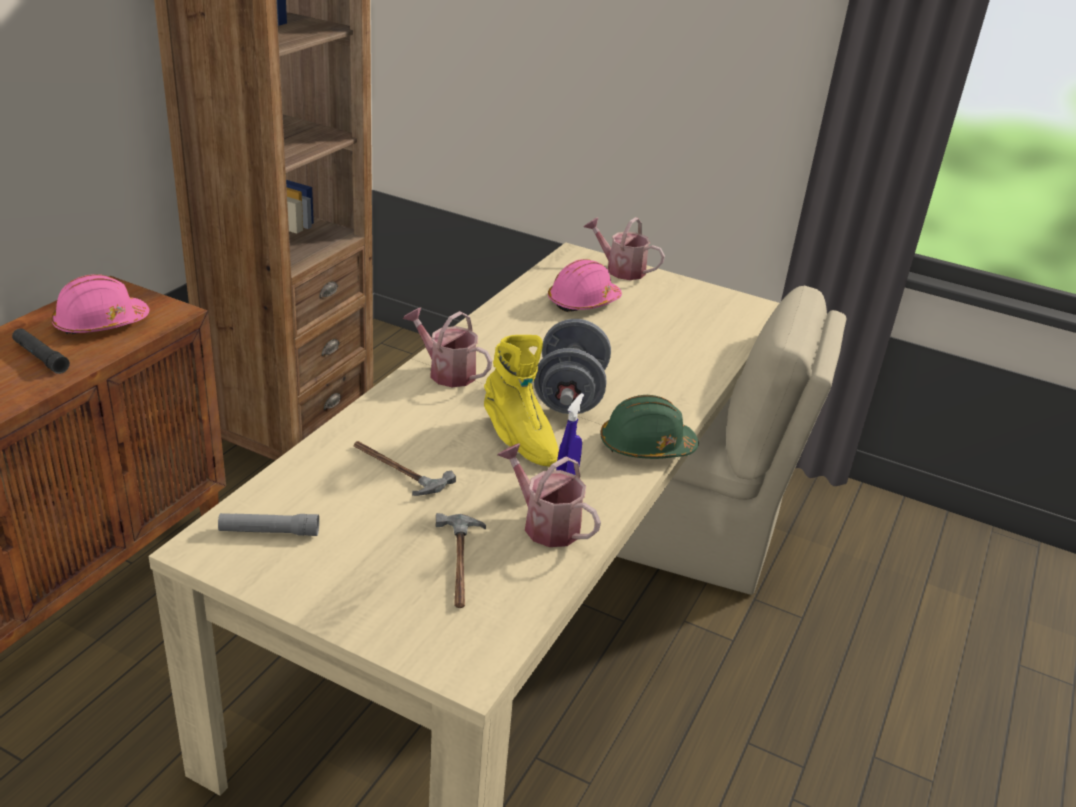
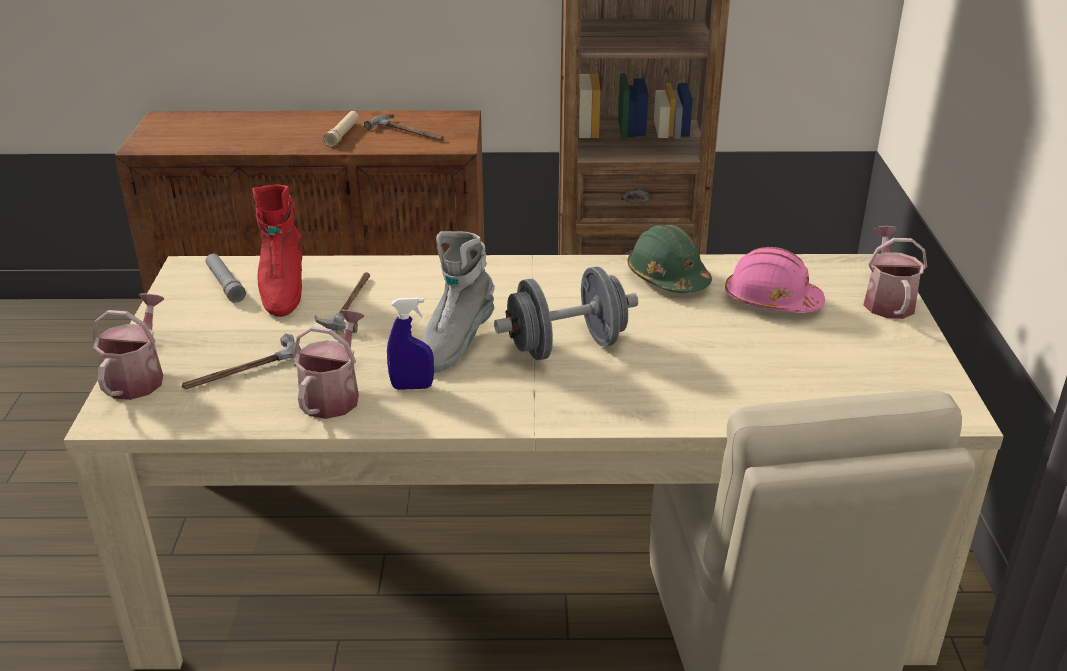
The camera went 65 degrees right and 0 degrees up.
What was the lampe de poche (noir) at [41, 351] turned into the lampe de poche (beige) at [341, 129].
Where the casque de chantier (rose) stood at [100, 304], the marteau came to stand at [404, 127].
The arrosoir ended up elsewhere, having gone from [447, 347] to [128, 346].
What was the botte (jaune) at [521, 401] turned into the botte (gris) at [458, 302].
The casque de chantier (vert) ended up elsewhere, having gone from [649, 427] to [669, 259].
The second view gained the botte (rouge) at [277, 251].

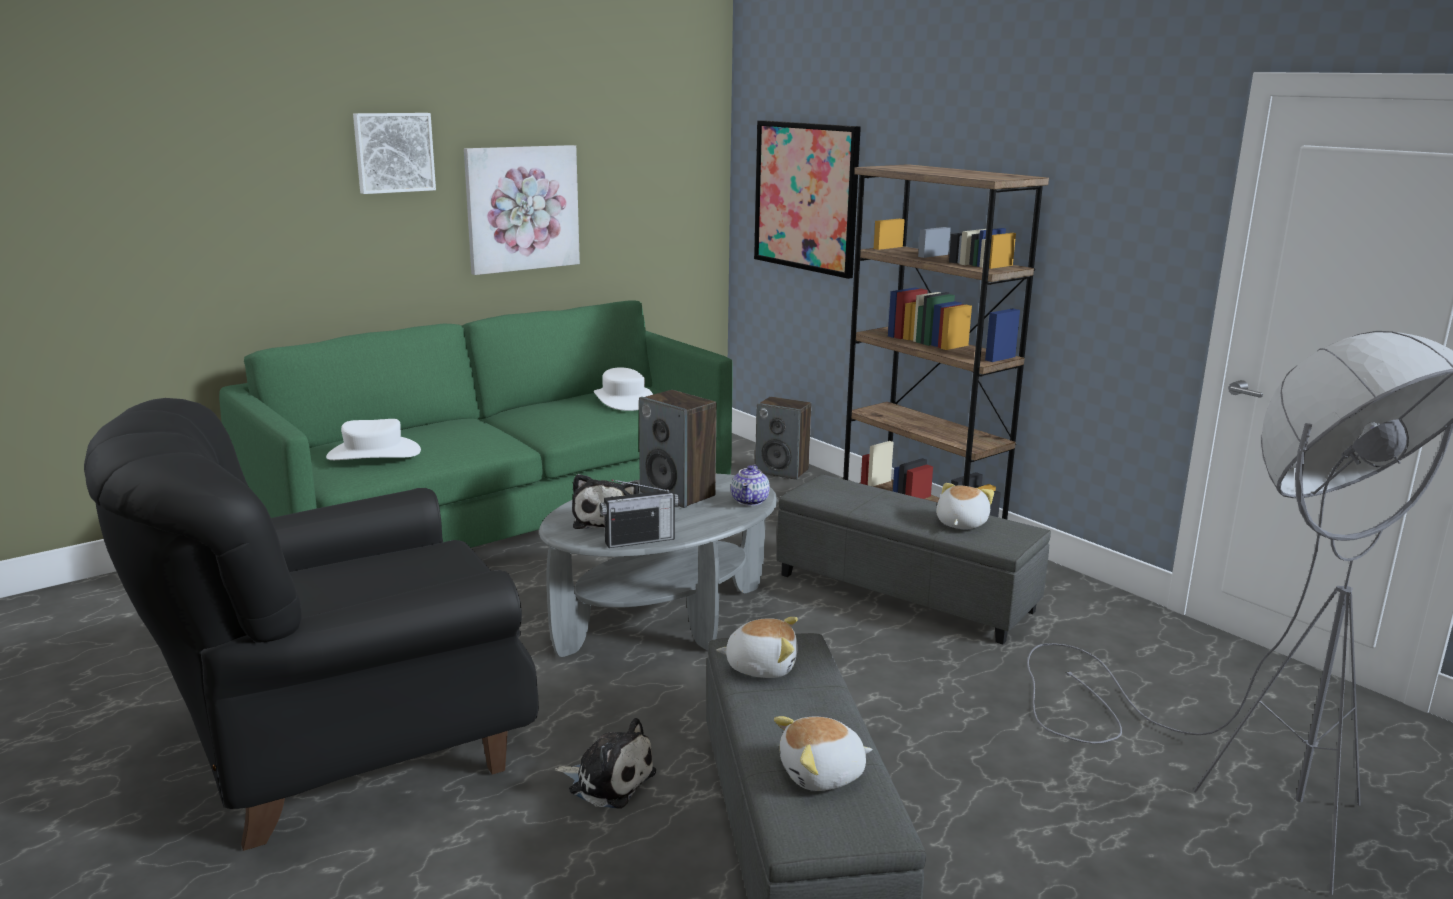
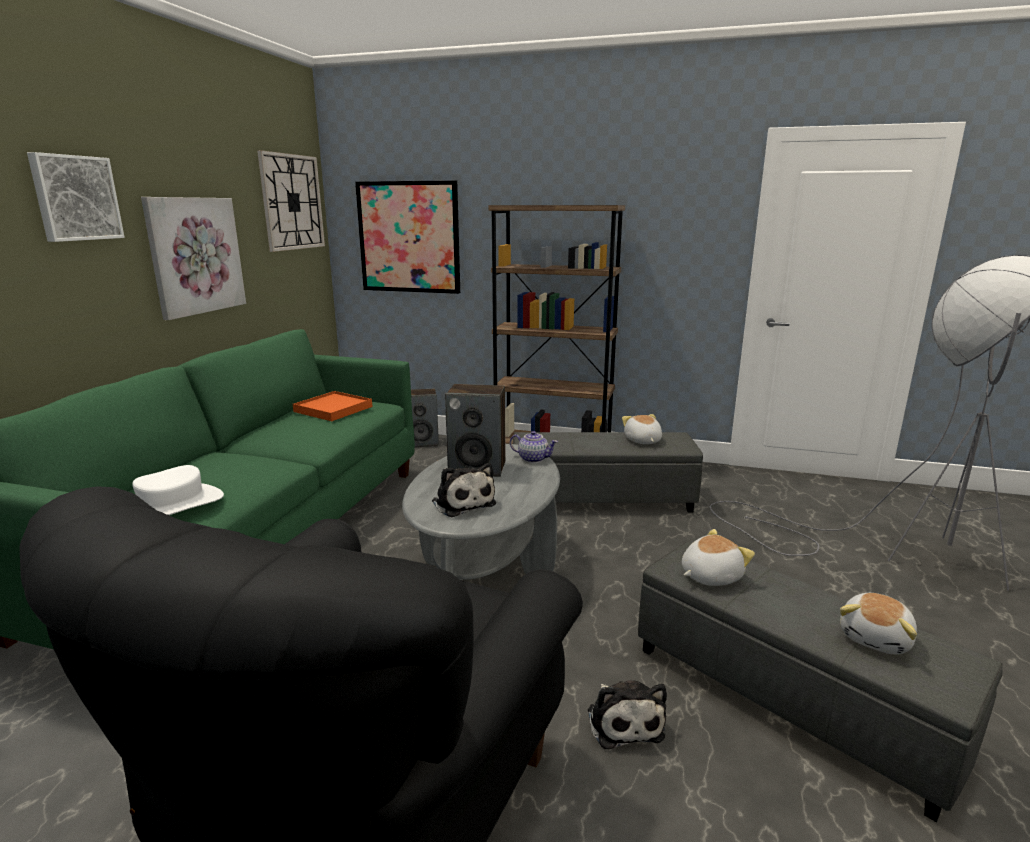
The camera went 35 degrees left and 0 degrees up.
The peluche at [605, 763] ended up facing another way, 90 degrees clockwise from before.
Where the chapeau (blanc) stood at [623, 389], the plateau (orange) came to stand at [332, 406].
The second view lost the radio at [639, 513].
The théière at [750, 485] ended up facing another way, 45 degrees counterclockwise from before.
The second view gained the horloge murale at [291, 201].

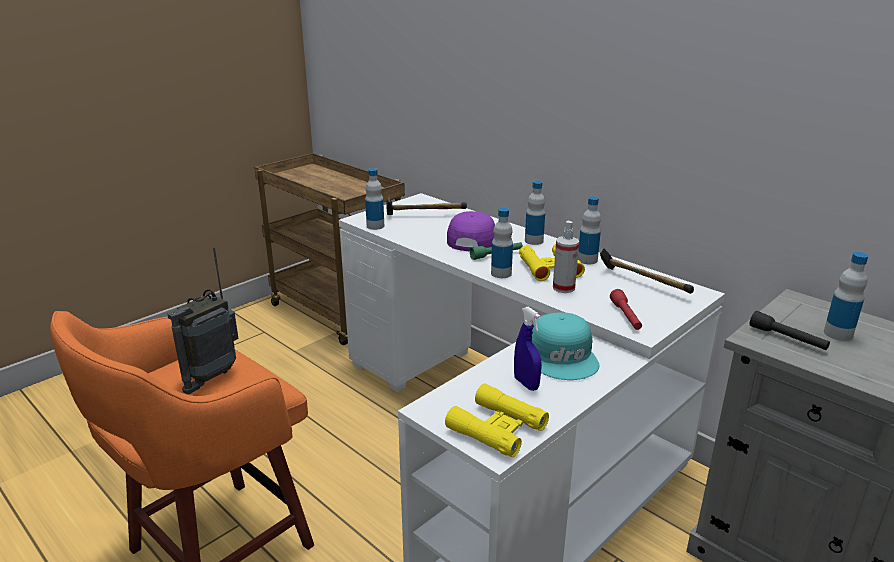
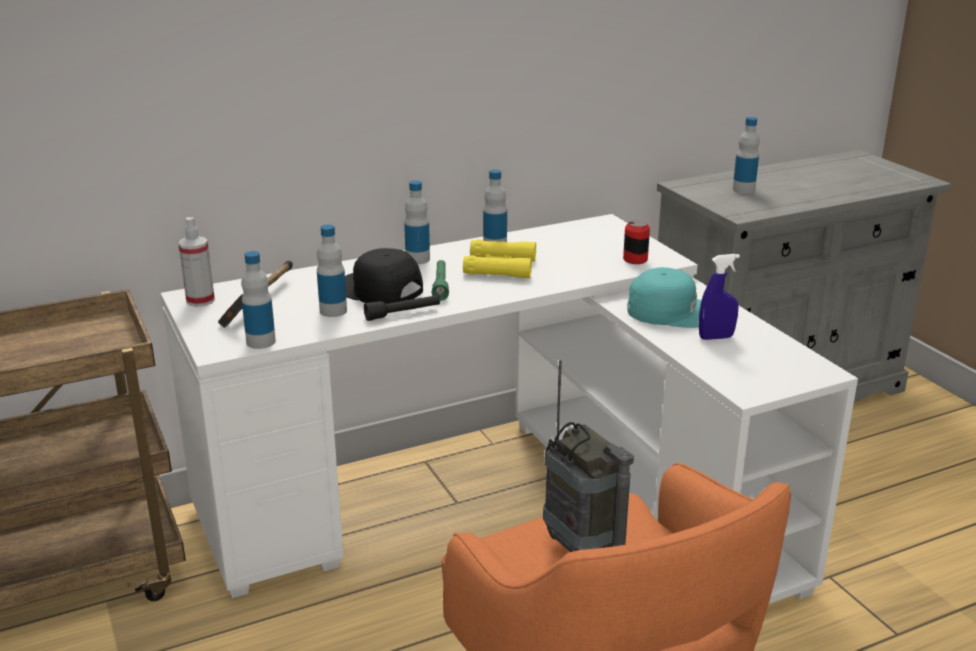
The camera went 70 degrees left and 0 degrees up.
The second view lost the jumelles (jaune) at [497, 420].
What was the casquette (violet) at [471, 231] turned into the casquette (noir) at [384, 276].
The bouteille ended up elsewhere, having gone from [502, 243] to [332, 270].
The vaporisateur ended up elsewhere, having gone from [566, 257] to [196, 262].
The second view lost the marteau at [647, 271].
Where the lampe de poche (rouge) stood at [626, 309], the boîte métallique came to stand at [636, 242].
The lampe de poche (noir) ended up elsewhere, having gone from [790, 330] to [402, 308].

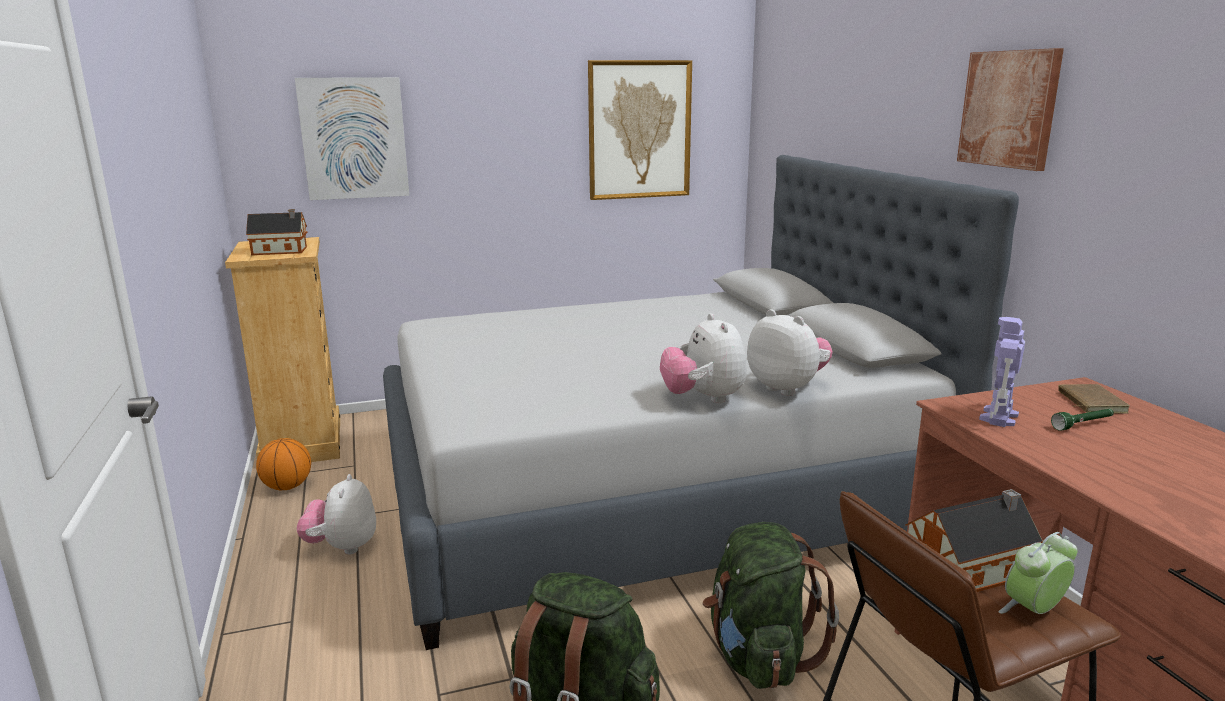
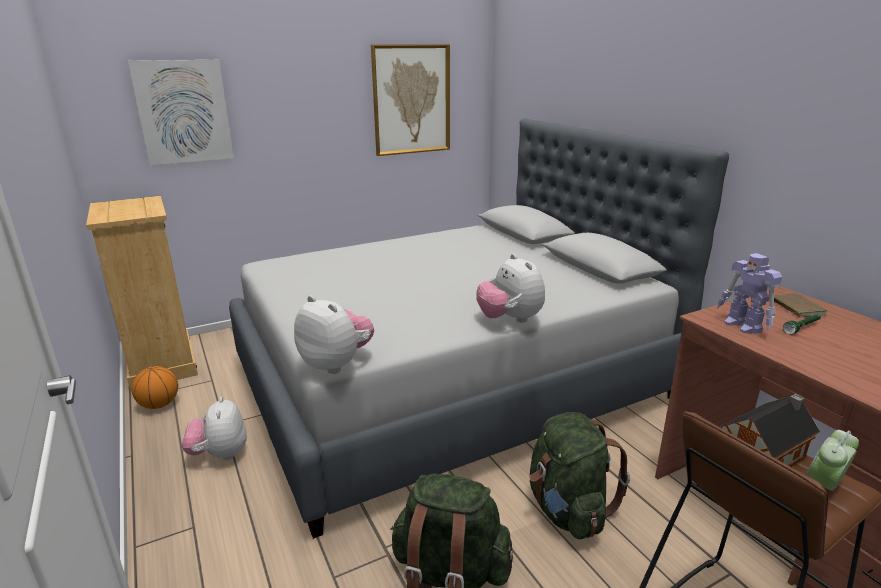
The camera went 10 degrees left and 5 degrees up.
The second view lost the maison miniature at [276, 232].
The peluche ended up elsewhere, having gone from [790, 352] to [334, 334].
The second view lost the tableau at [1010, 109].
The robot jouet at [1002, 372] ended up facing another way, 45 degrees counterclockwise from before.

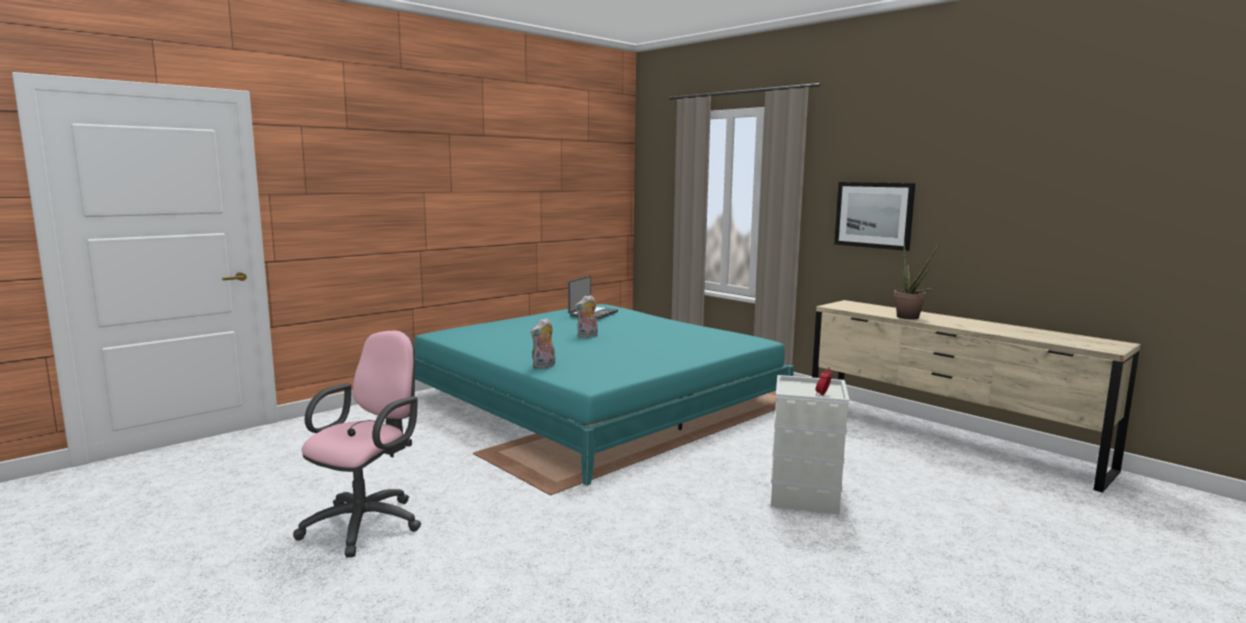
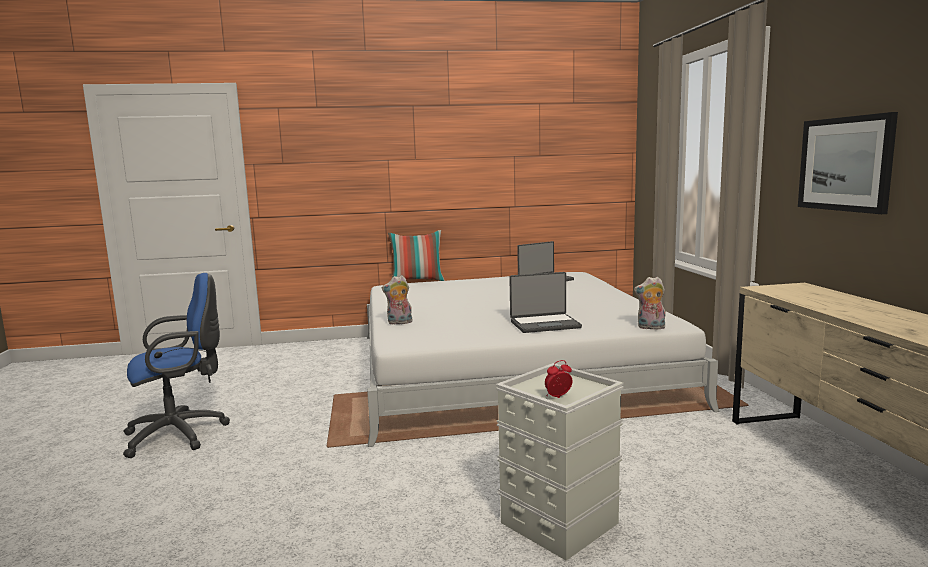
The camera went 35 degrees right and 0 degrees up.
What was the chaise de bureau (rose) at [357, 444] turned into the chaise de bureau (bleu) at [176, 365].
What was the lit (turquoise) at [604, 395] turned into the lit (blanc) at [543, 359].
The peluche ended up elsewhere, having gone from [586, 316] to [650, 303].
The second view lost the plante en pot at [917, 280].
The second view gained the coussin at [416, 255].
The second view gained the ordinateur portable at [545, 302].

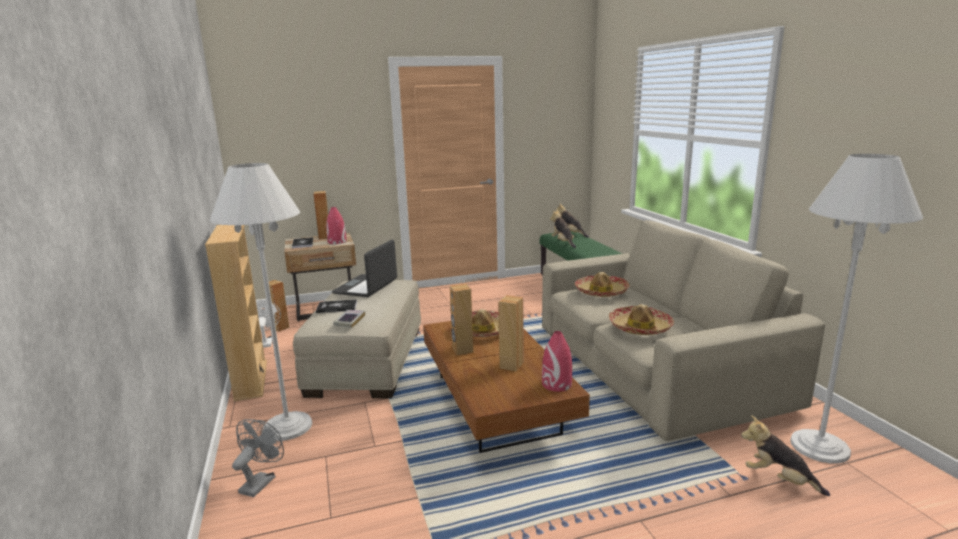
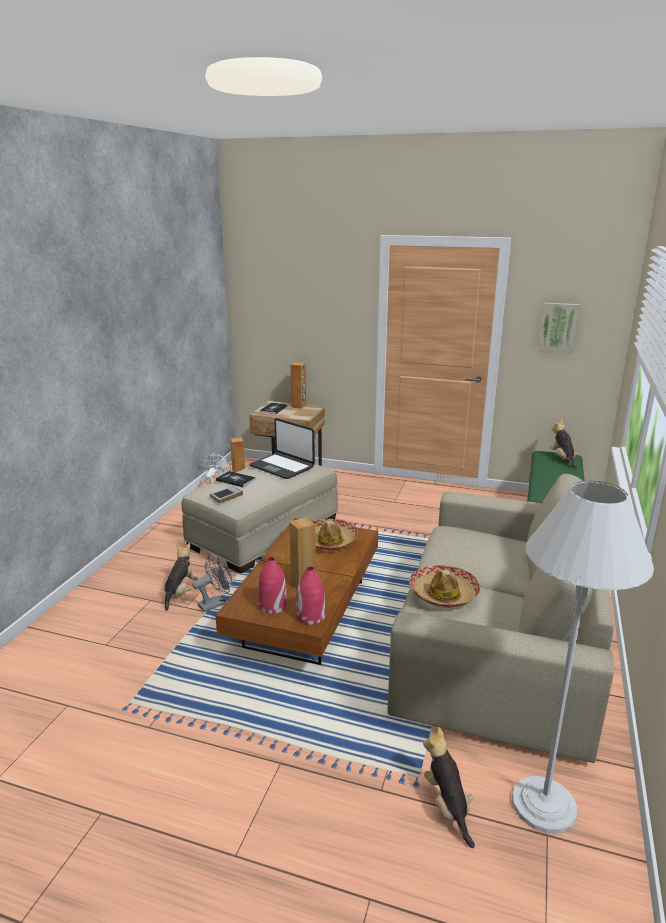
The camera went 35 degrees right and 5 degrees up.
The second view lost the bibliothèque (beige) at [236, 313].
The second view lost the lampadaire (blanc) at [261, 302].
The ventilateur (gris) ended up elsewhere, having gone from [258, 458] to [212, 583].
The vase (rouge) ended up elsewhere, having gone from [336, 225] to [272, 585].
The ordinateur portable at [364, 268] ended up facing another way, 105 degrees counterclockwise from before.
The second view lost the enceinte (marron) at [461, 319].
The peluche ended up elsewhere, having gone from [563, 229] to [181, 577].
The second view lost the chapeau at [602, 284].
The second view gained the tableau at [558, 328].

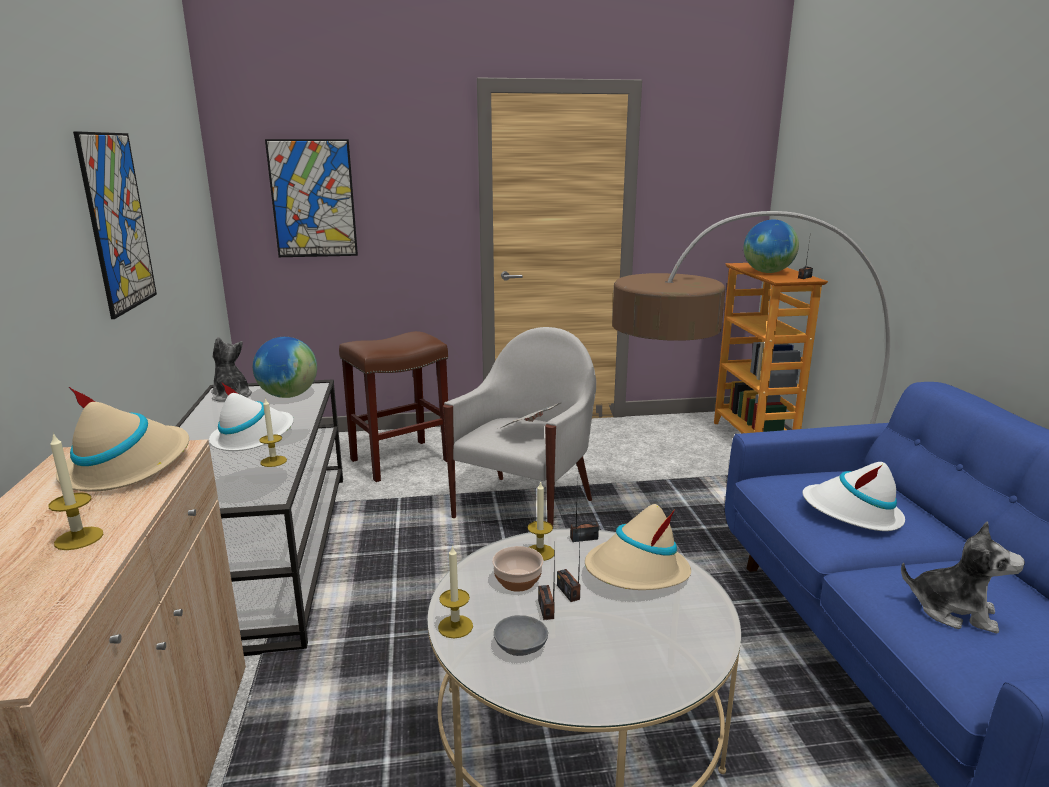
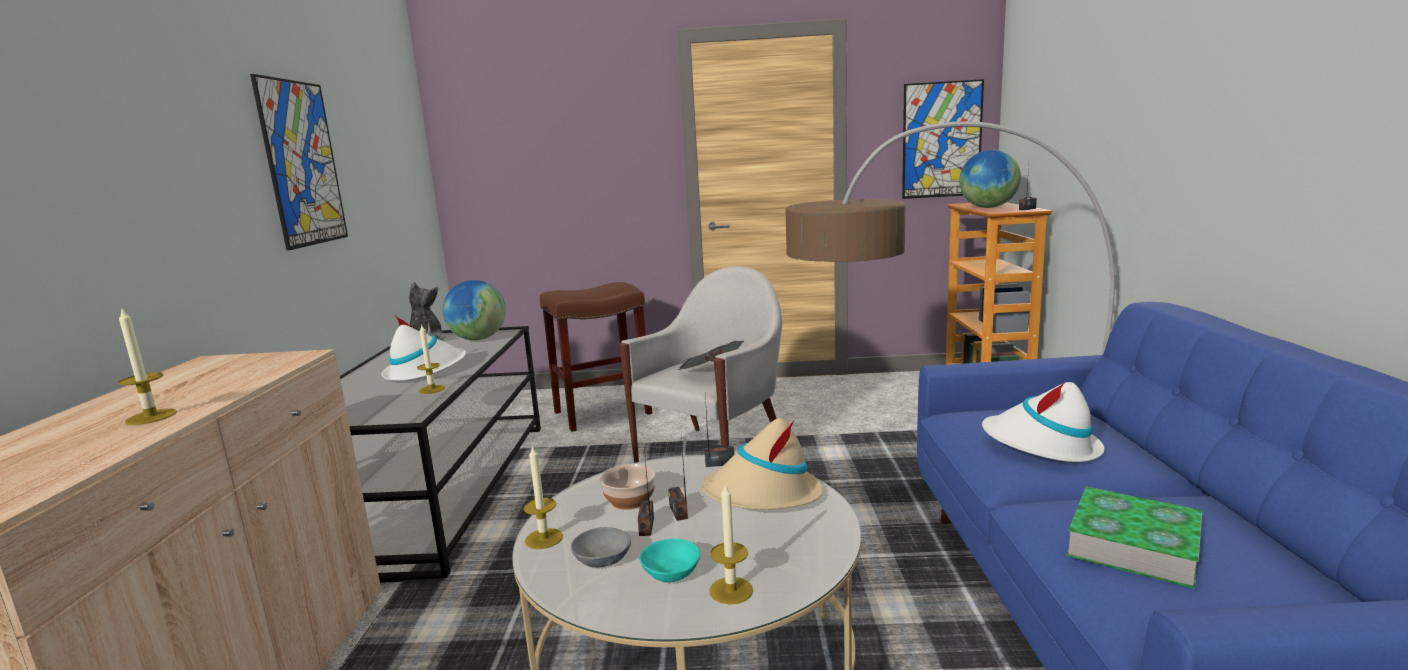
The camera went 10 degrees right and 5 degrees down.
The second view lost the chapeau (beige) at [122, 439].
The tableau ended up elsewhere, having gone from [311, 198] to [943, 139].
The bougie ended up elsewhere, having gone from [541, 521] to [731, 544].
Where the peluche stood at [963, 577], the livre came to stand at [1134, 538].
The second view gained the bol (turquoise) at [669, 560].

